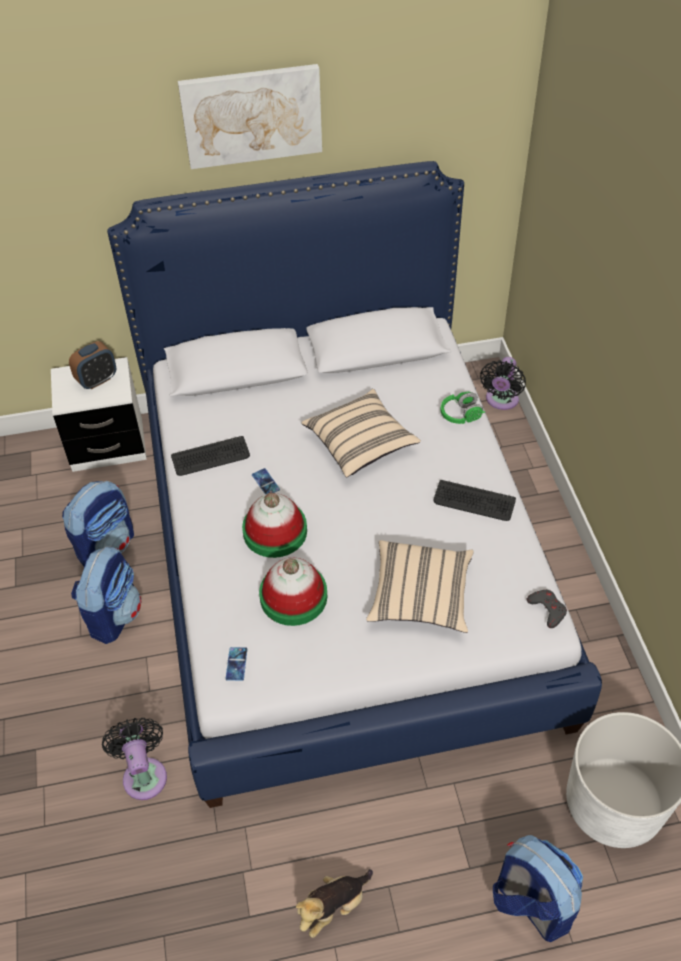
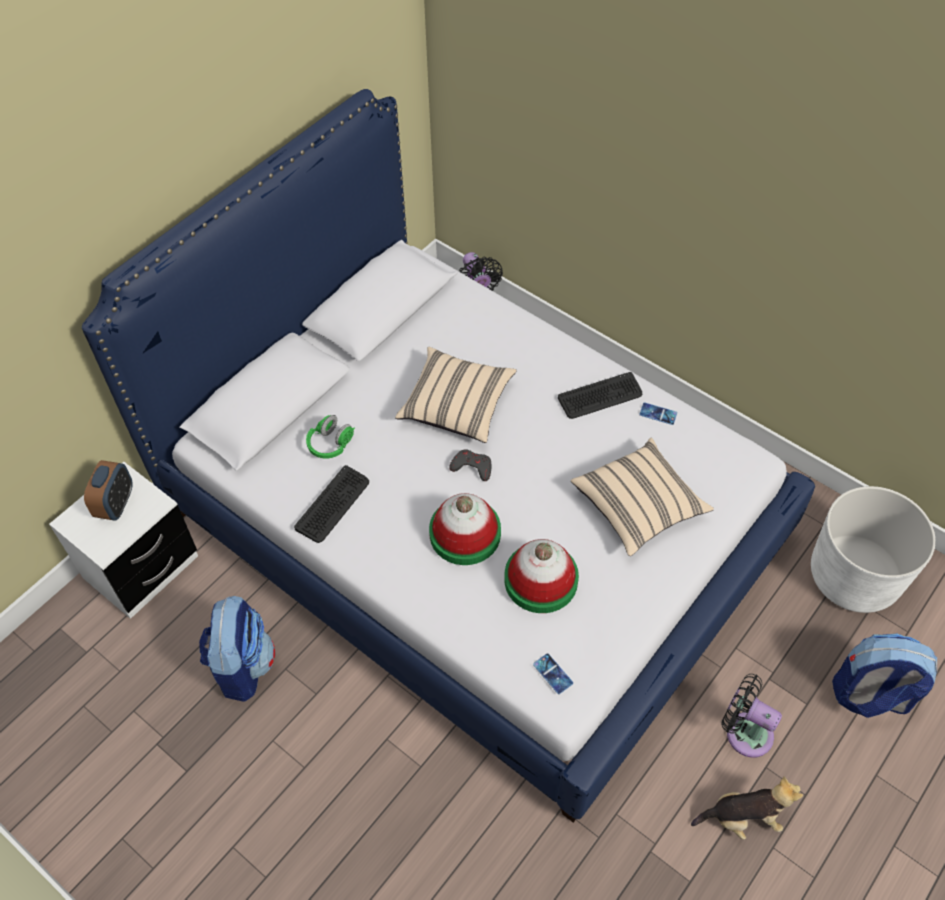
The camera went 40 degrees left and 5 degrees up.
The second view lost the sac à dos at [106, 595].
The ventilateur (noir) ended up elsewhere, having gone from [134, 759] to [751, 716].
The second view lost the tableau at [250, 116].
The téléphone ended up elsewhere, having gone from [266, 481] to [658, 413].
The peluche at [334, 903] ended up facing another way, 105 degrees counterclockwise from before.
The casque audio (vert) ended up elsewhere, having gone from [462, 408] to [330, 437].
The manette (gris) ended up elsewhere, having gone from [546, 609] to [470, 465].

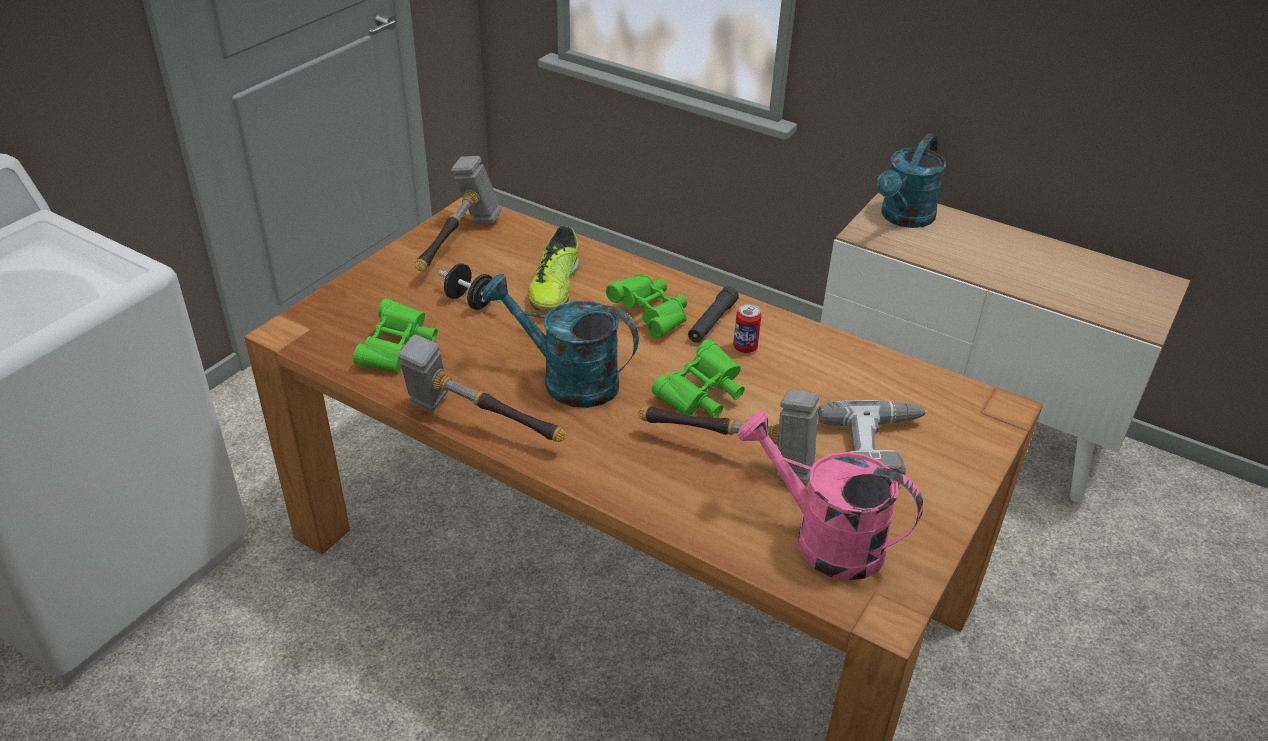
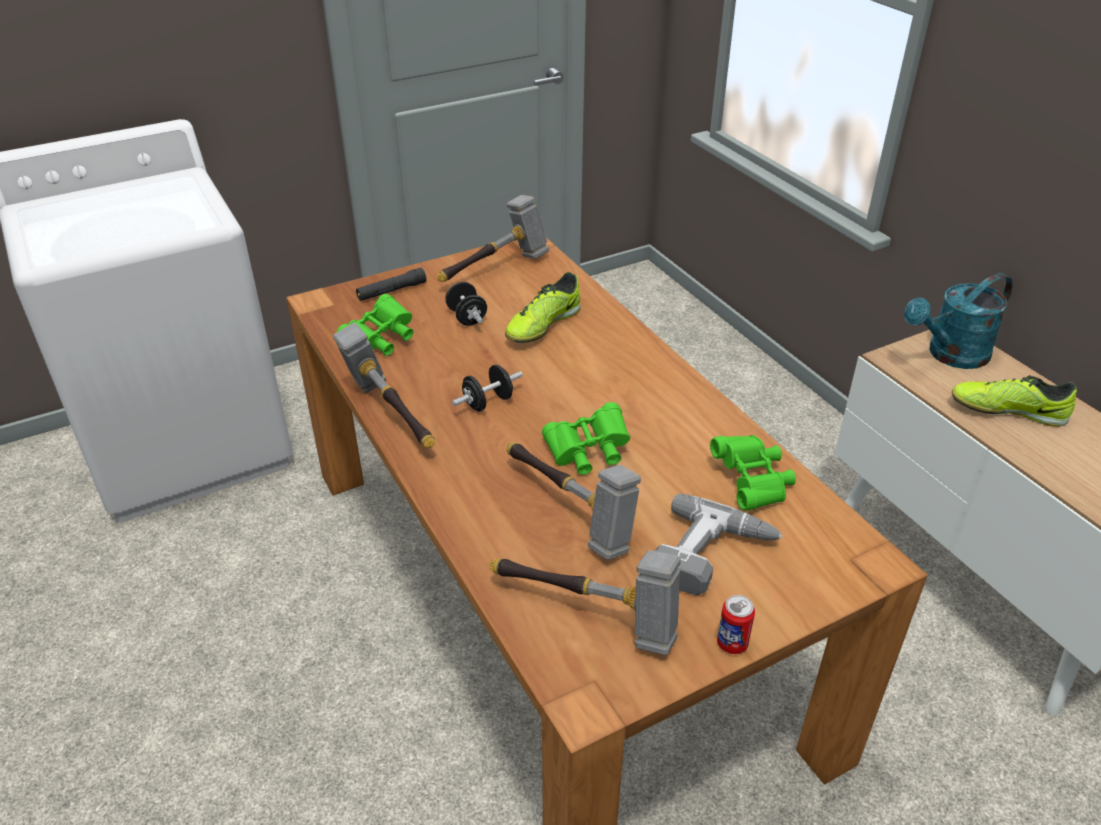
The camera went 30 degrees right and 0 degrees up.
Where the arrosoir (turquoise) stood at [560, 341], the haltère (noir) came to stand at [487, 388].
The jumelles (vert) ended up elsewhere, having gone from [646, 306] to [753, 473].
The lampe de poche (noir) ended up elsewhere, having gone from [713, 314] to [391, 284].
The boîte métallique ended up elsewhere, having gone from [747, 328] to [736, 624].
Where the arrosoir (rose) stood at [830, 495], the marteau came to stand at [585, 602].
The second view gained the chaussure at [1014, 401].

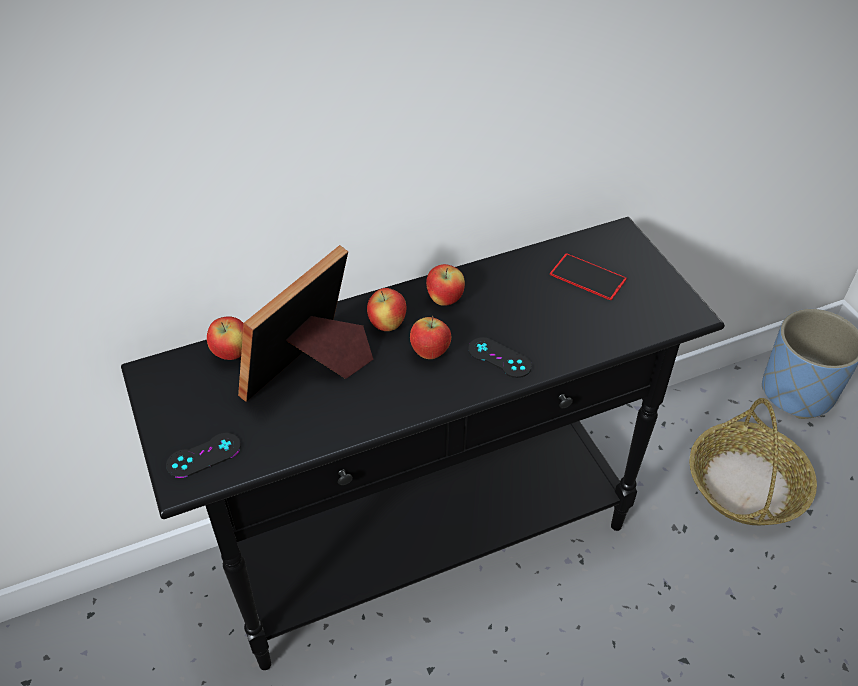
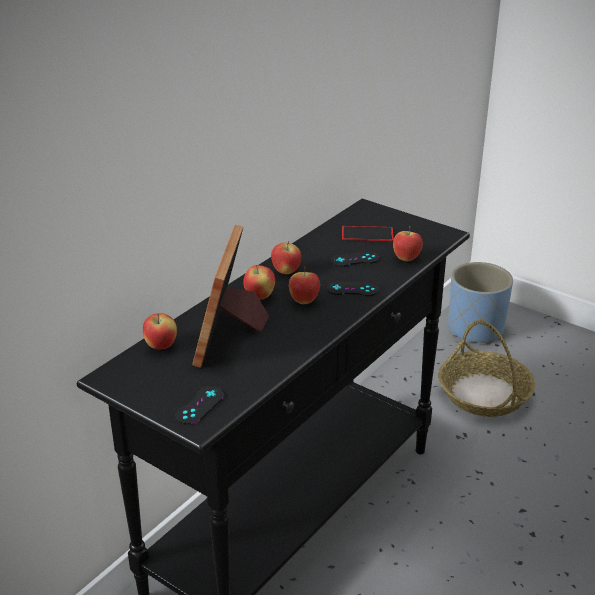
The camera went 30 degrees left and 15 degrees down.
The second view gained the manette (noir) at [354, 259].
The second view gained the pomme at [408, 243].

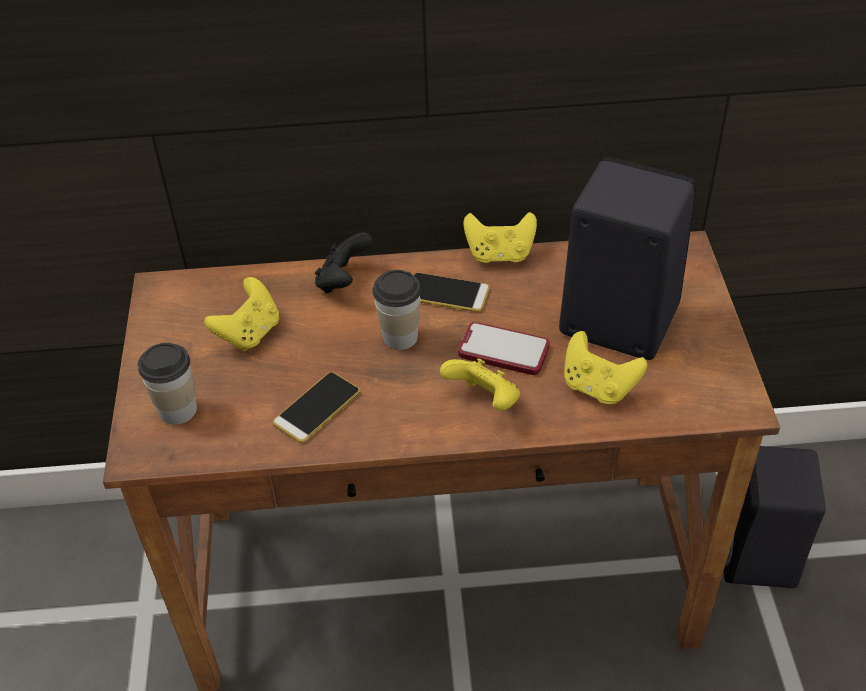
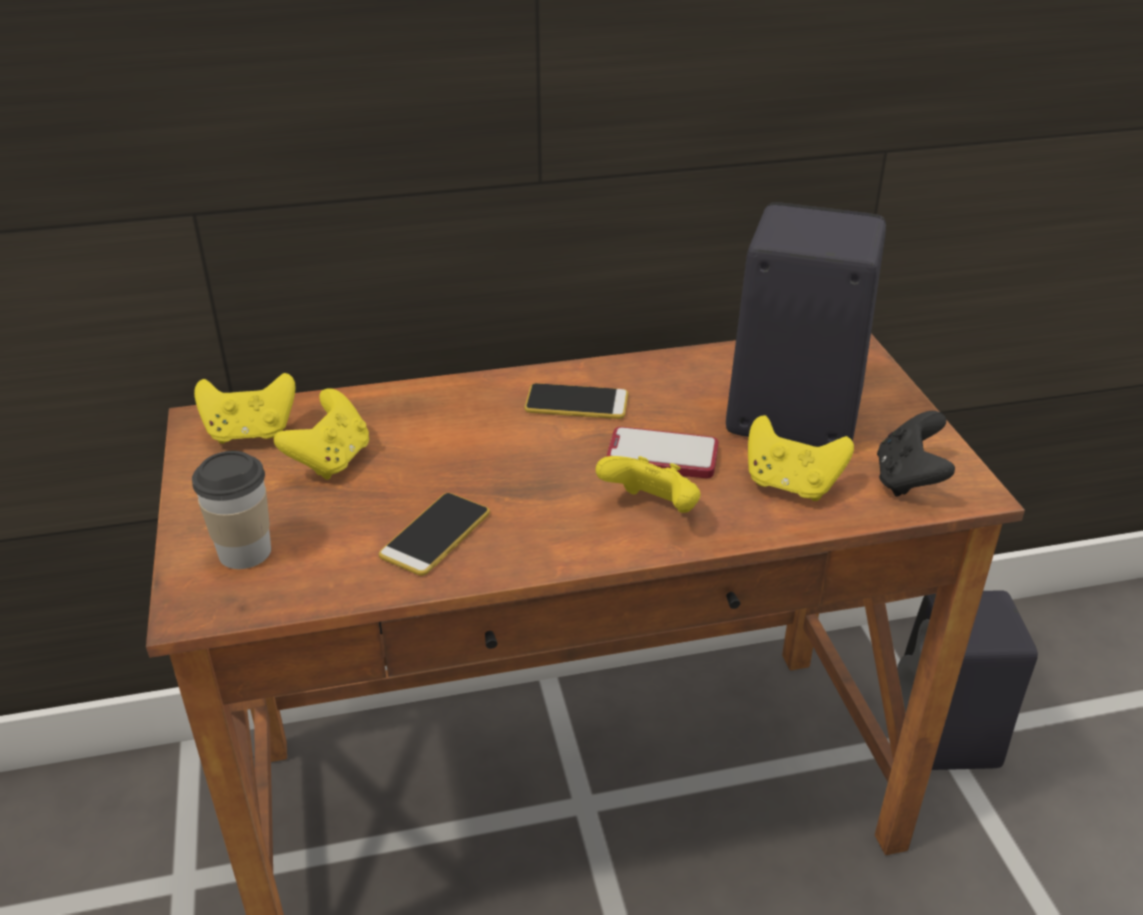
The camera went 10 degrees left and 10 degrees down.
The manette (noir) ended up elsewhere, having gone from [344, 262] to [916, 454].
The second view lost the tasse at [397, 310].
The manette (jaune) ended up elsewhere, having gone from [500, 237] to [245, 408].

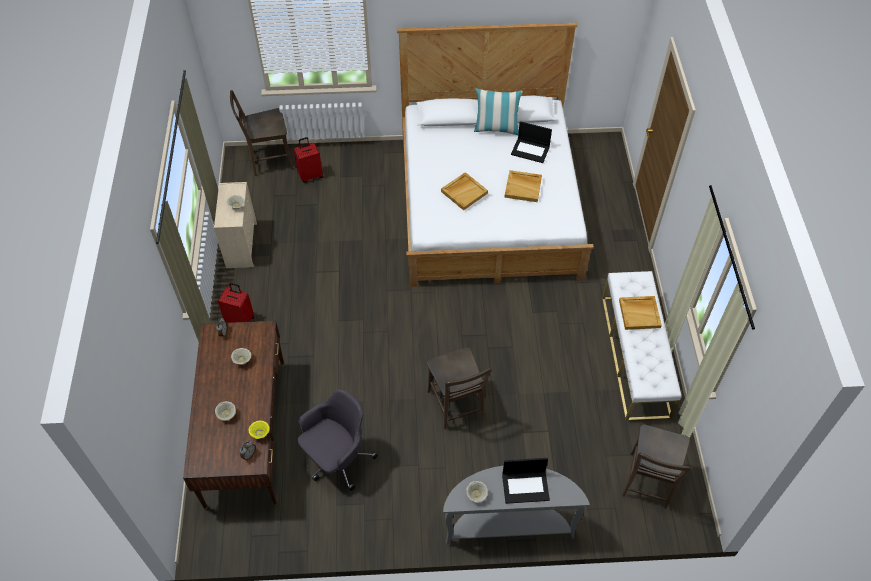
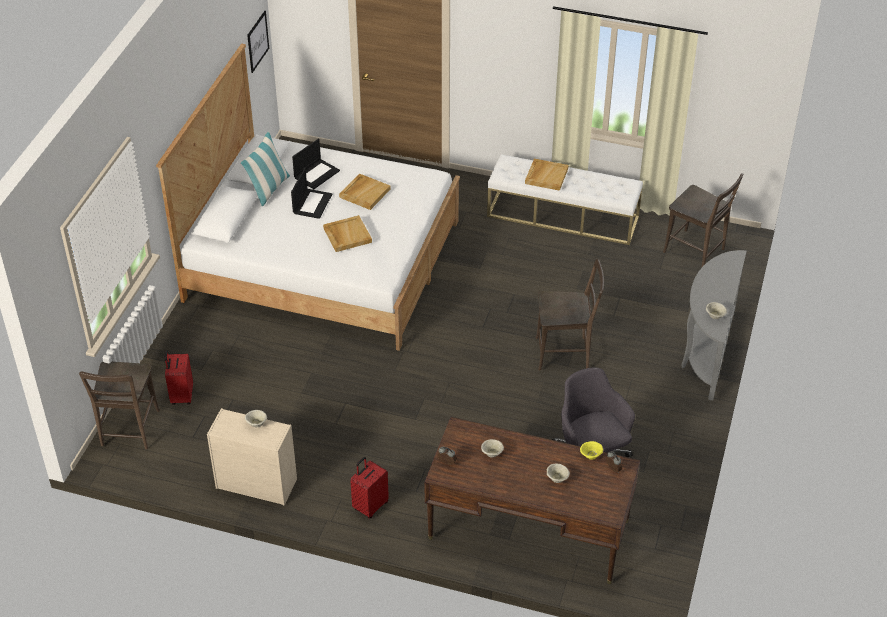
The camera went 70 degrees left and 10 degrees down.
The ordinateur portable ended up elsewhere, having gone from [526, 481] to [311, 193].
The second view gained the tableau at [258, 42].

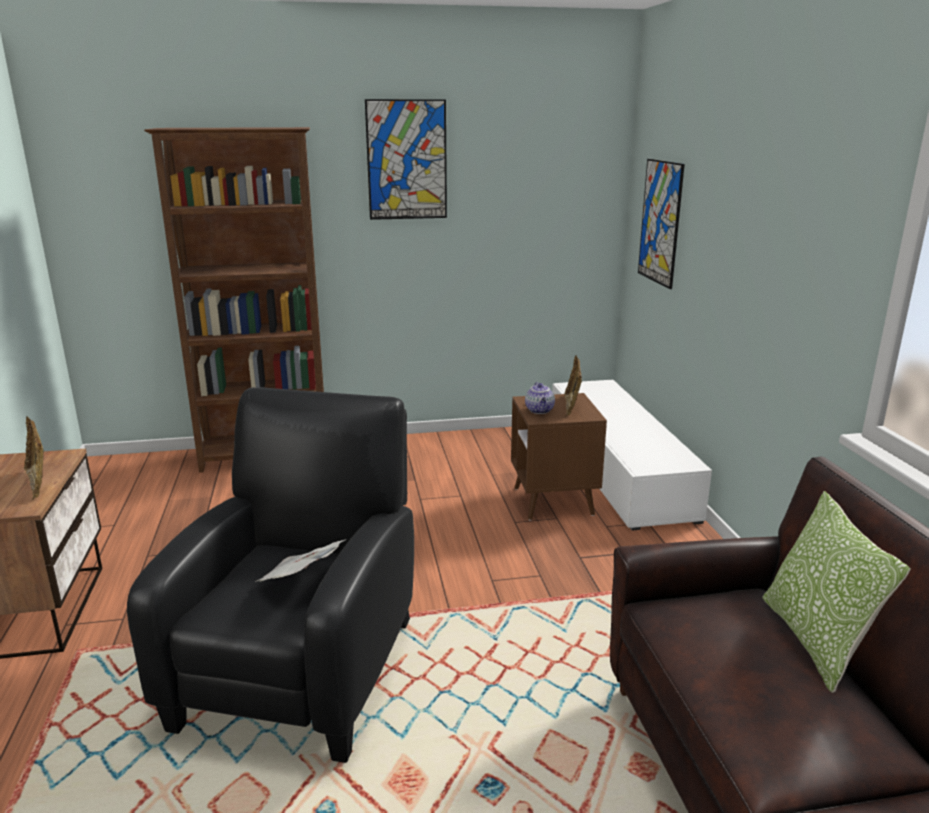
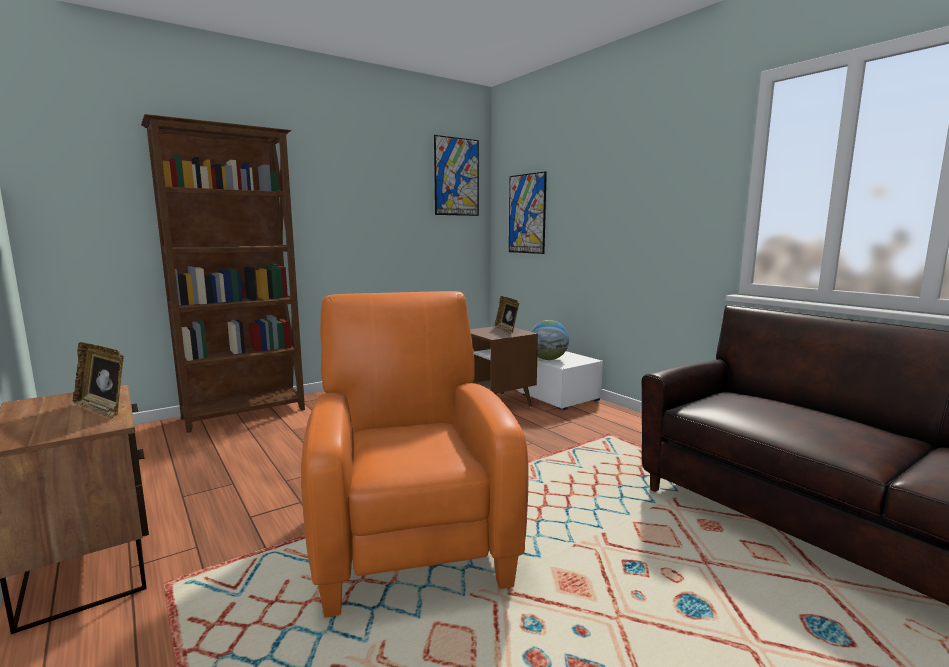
The camera went 25 degrees left and 10 degrees down.
What was the fauteuil (noir) at [270, 575] turned into the fauteuil (orange) at [415, 454].
The second view lost the journal at [301, 560].
The tableau ended up elsewhere, having gone from [406, 159] to [456, 175].
The second view lost the théière at [540, 398].
The second view lost the coussin at [836, 592].
The second view gained the globe at [550, 340].

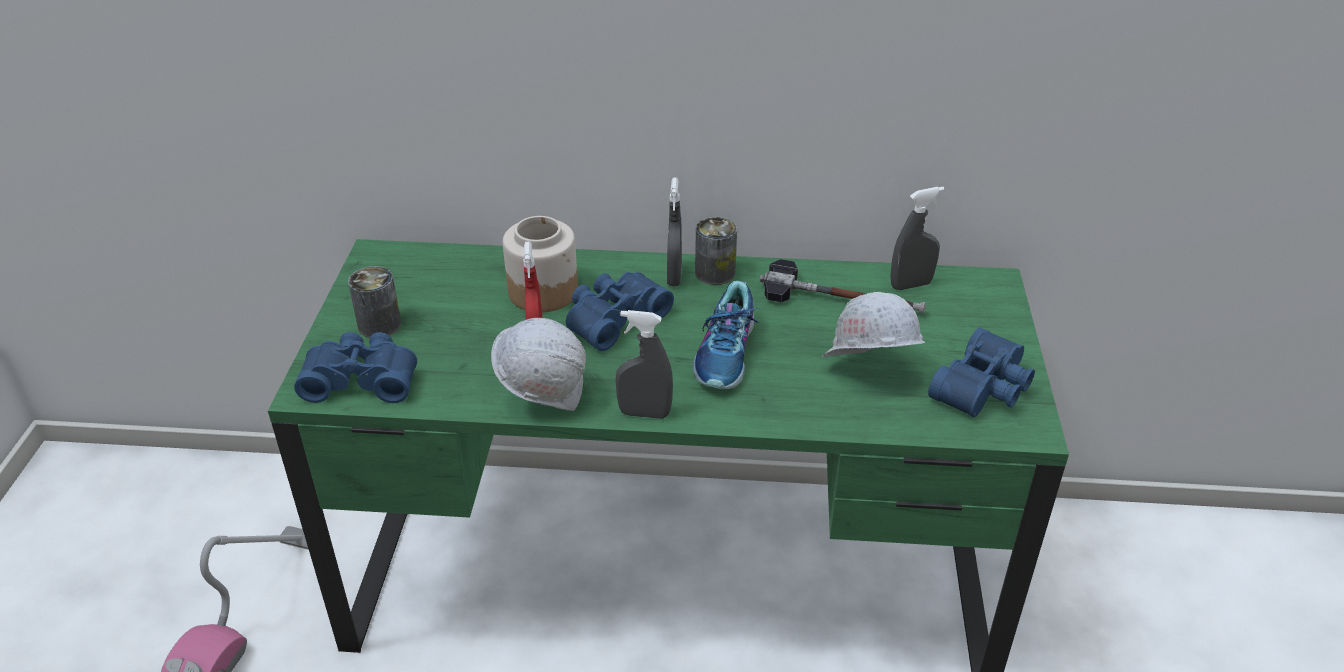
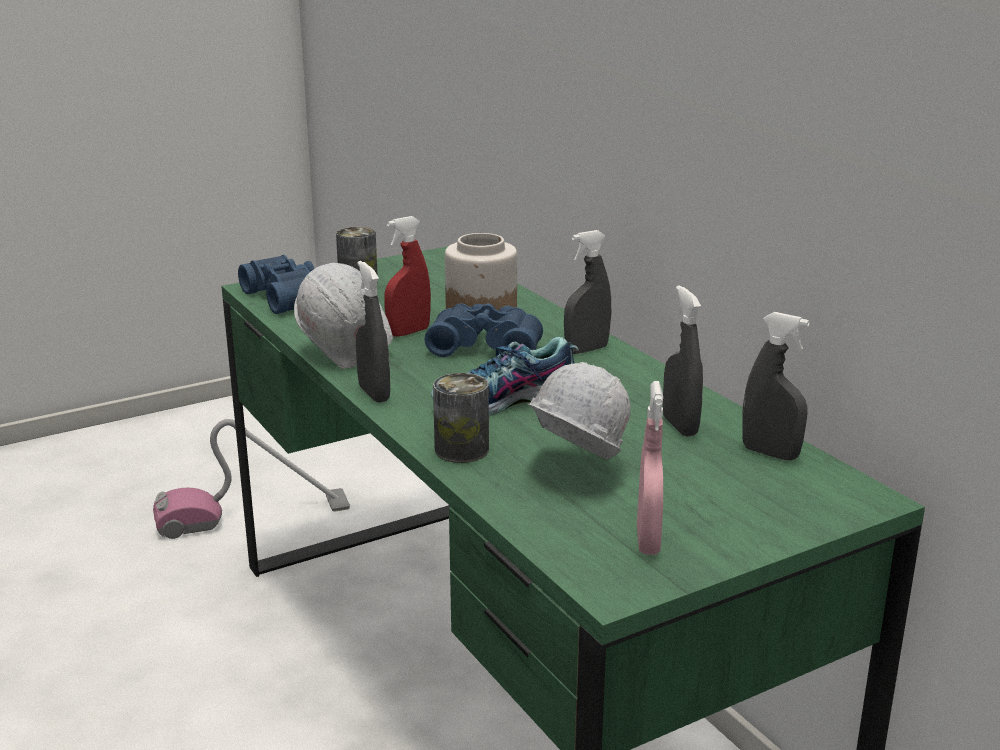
The camera went 55 degrees right and 15 degrees down.
The boîte métallique ended up elsewhere, having gone from [716, 251] to [461, 418].
Where the marteau stood at [843, 286], the vaporisateur (gris) came to stand at [683, 361].
Where the jumelles (bleu) stood at [981, 372], the vaporisateur (rose) came to stand at [650, 468].

